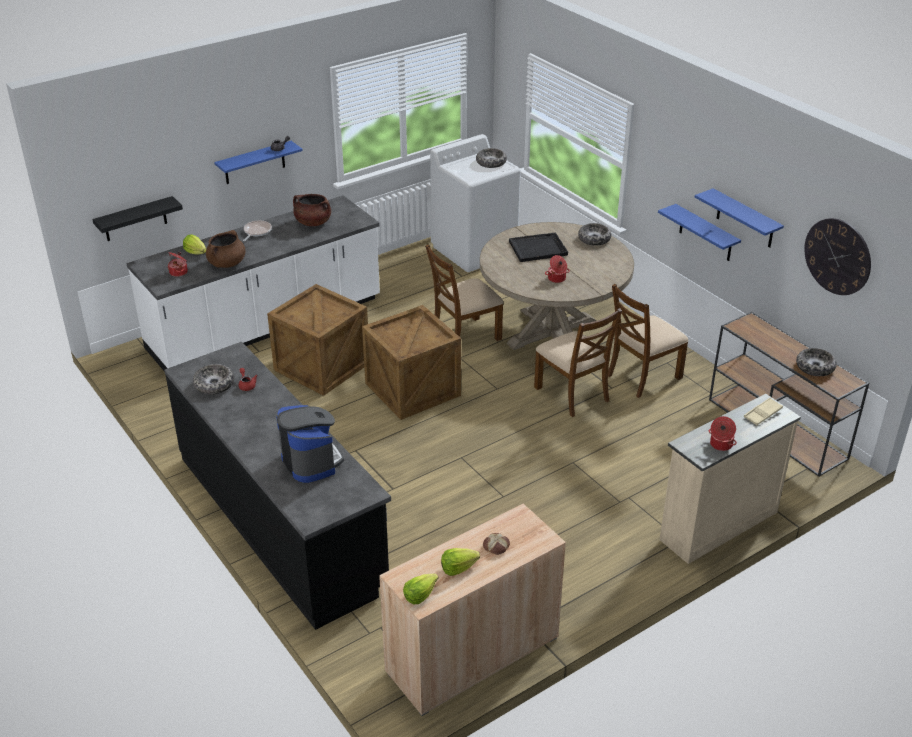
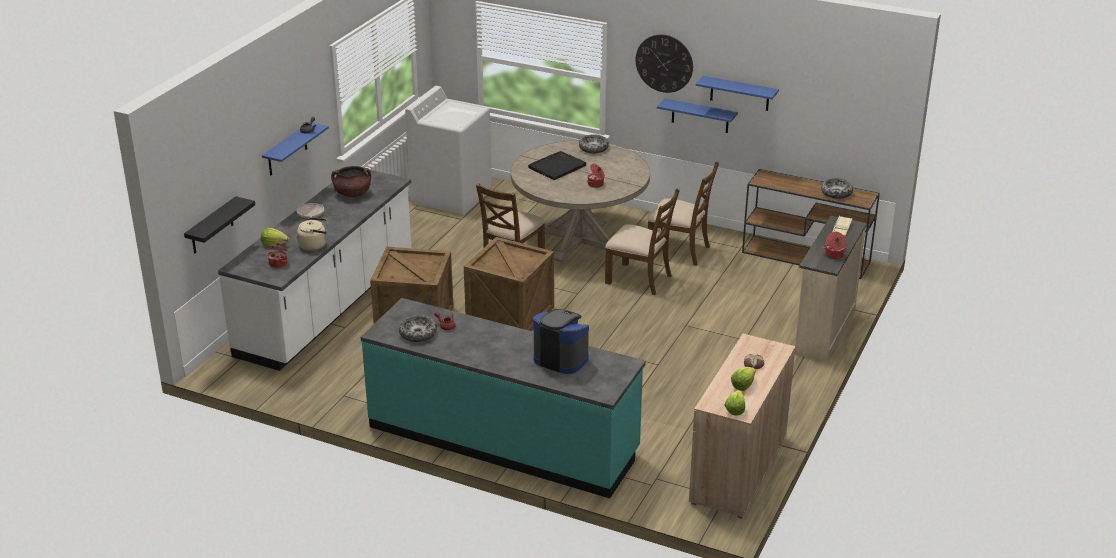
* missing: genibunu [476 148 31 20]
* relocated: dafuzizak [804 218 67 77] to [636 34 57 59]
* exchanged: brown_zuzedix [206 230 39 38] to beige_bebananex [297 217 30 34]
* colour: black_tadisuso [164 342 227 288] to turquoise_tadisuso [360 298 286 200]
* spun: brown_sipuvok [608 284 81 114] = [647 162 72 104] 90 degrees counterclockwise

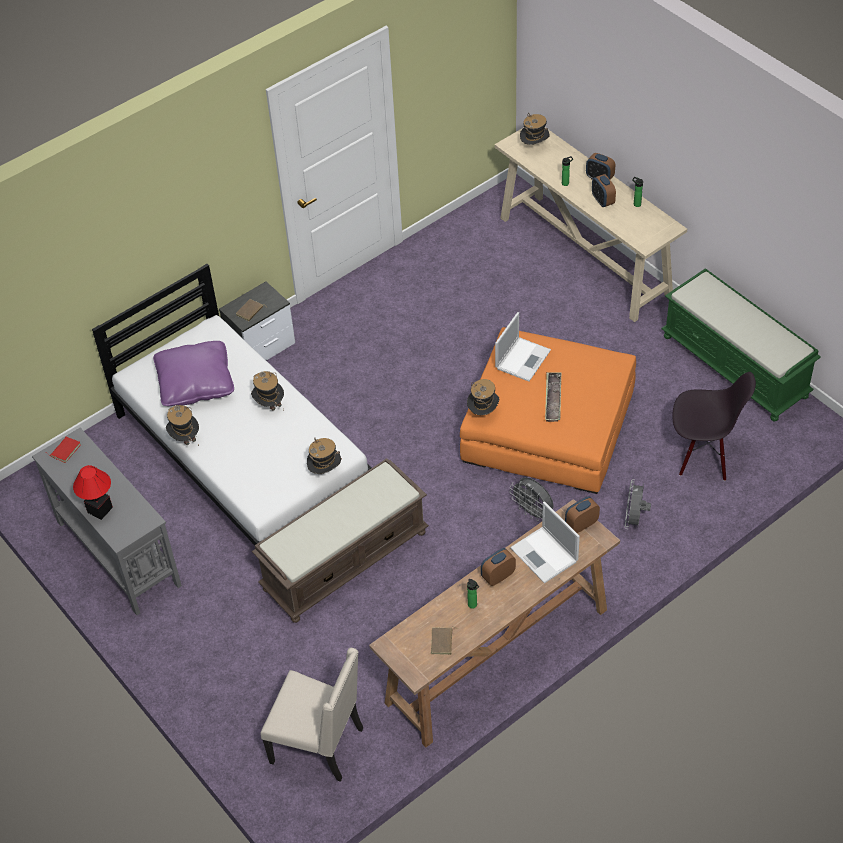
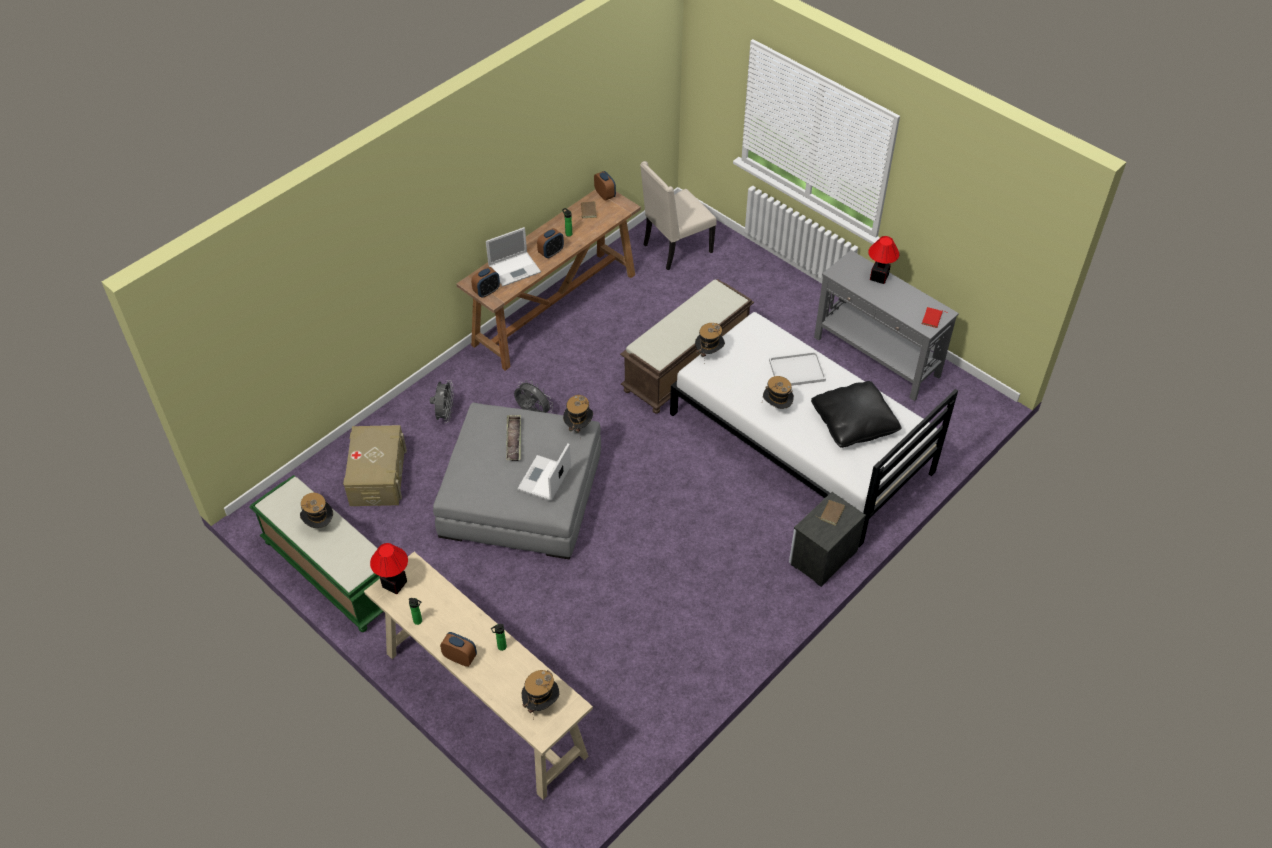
* appeared: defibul [370 543 38 51]
* appeared: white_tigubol [769 352 57 34]
* relocated: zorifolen [166 405 33 41] to [300 493 33 35]
* relocated: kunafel [592 174 24 33] to [594 171 22 29]
* exchanged: black_sipuvok [672 372 84 109] to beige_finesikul [343 425 64 81]
* colour: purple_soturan [153 341 81 65] to black_soturan [811 381 90 67]
* colour: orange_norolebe [460 327 176 167] to grey_norolebe [433 403 168 156]
* spun: beige_sipuvok [261 648 102 134] = [640 161 76 109] 45 degrees counterclockwise
* spun: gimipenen [510 502 70 81] = [486 227 55 59] 105 degrees clockwise

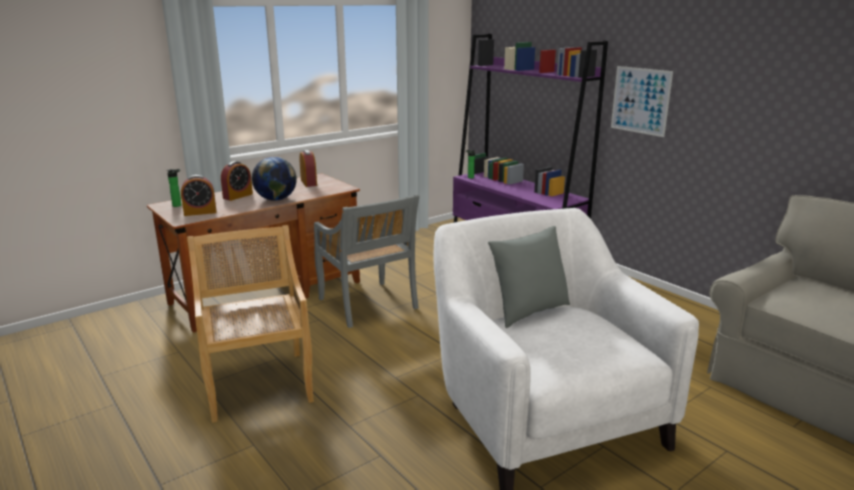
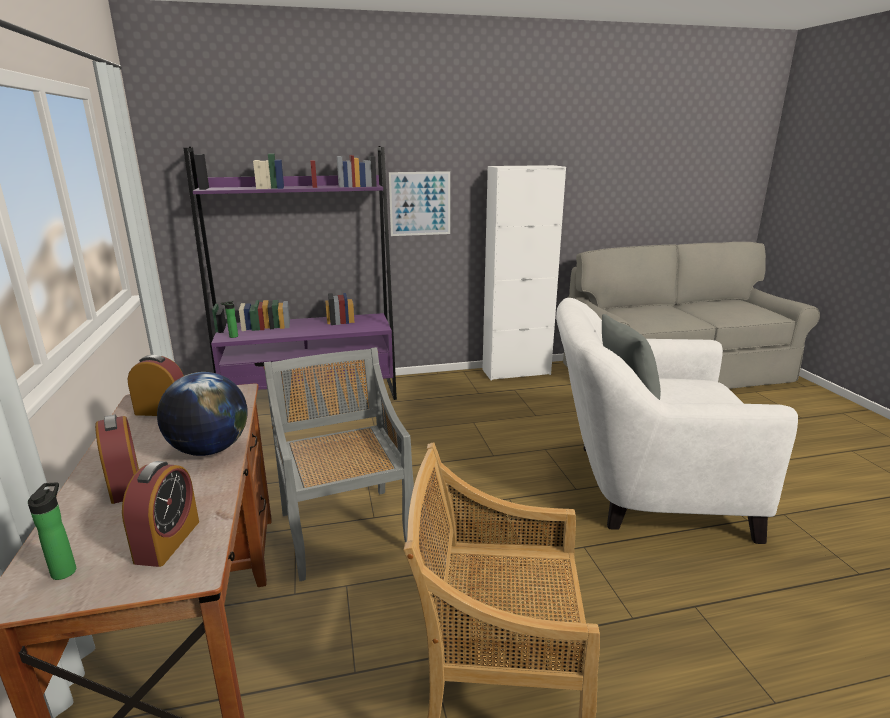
* appeared: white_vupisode [483 165 83 215]
* spun: grey_sipuvok [314 194 106 134] = [264 347 150 234] 105 degrees counterclockwise

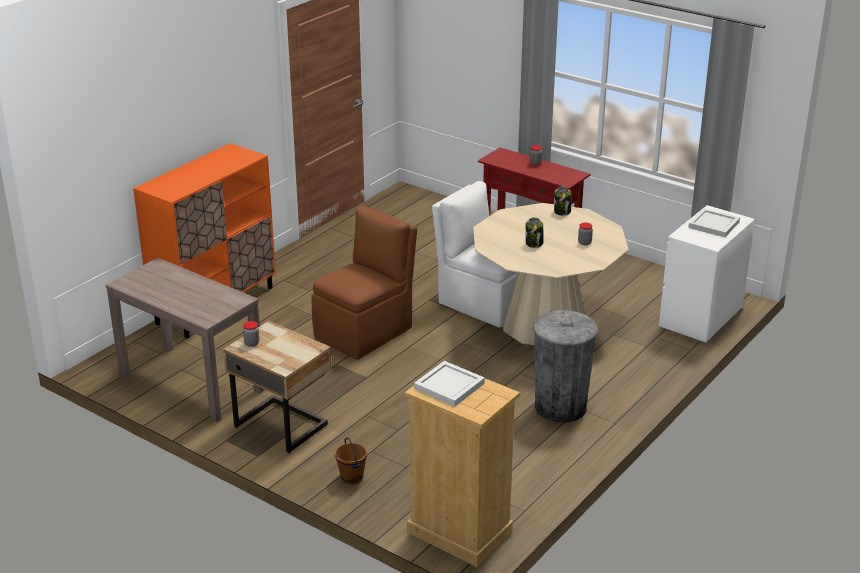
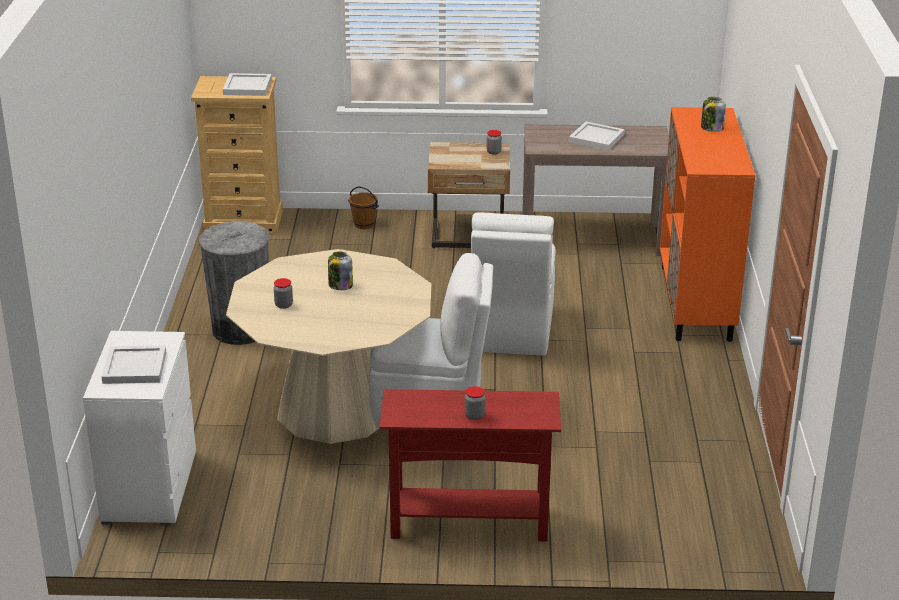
* appeared: white_tigubol [569 122 56 28]
* relocated: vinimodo [554 186 17 30] to [701 97 25 35]
* colour: brown_sipuvok [311 205 106 154] to white_sipuvok [471 212 85 144]

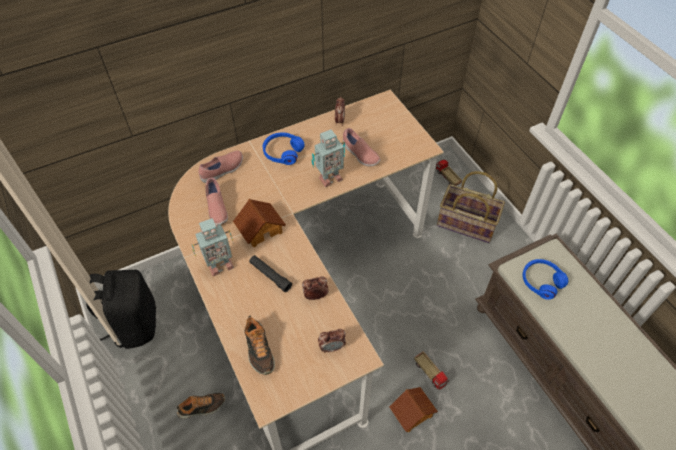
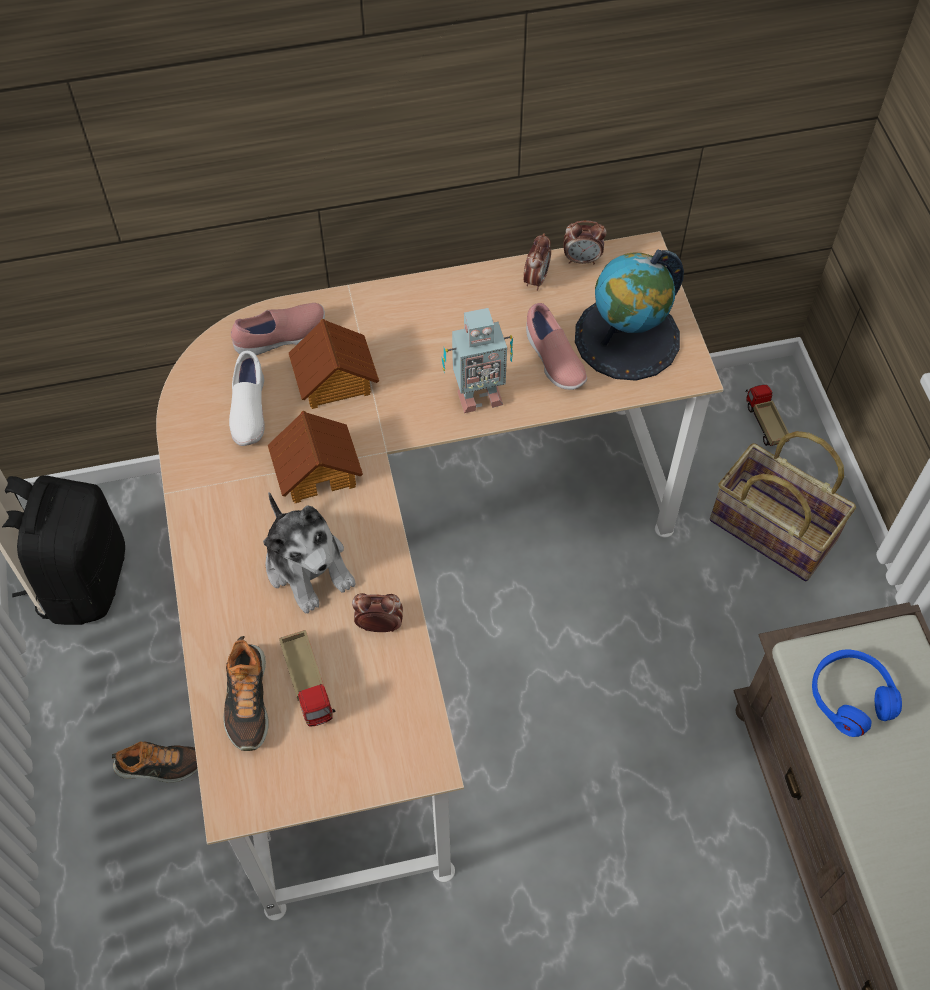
* missing: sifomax [192 218 42 58]
* missing: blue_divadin [263 132 42 33]
* appeared: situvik [575 250 109 131]
* relocated: kunafel [318 329 28 24] to [563 221 44 43]
* relocated: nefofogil [389 387 49 46] to [289 319 90 90]
* relocated: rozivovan [414 351 35 39] to [279 630 57 97]
* exchanged: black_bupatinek [249 255 43 37] to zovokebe [263 492 93 121]
* colour: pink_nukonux [206 178 22 47] to white_nukonux [229 351 36 95]

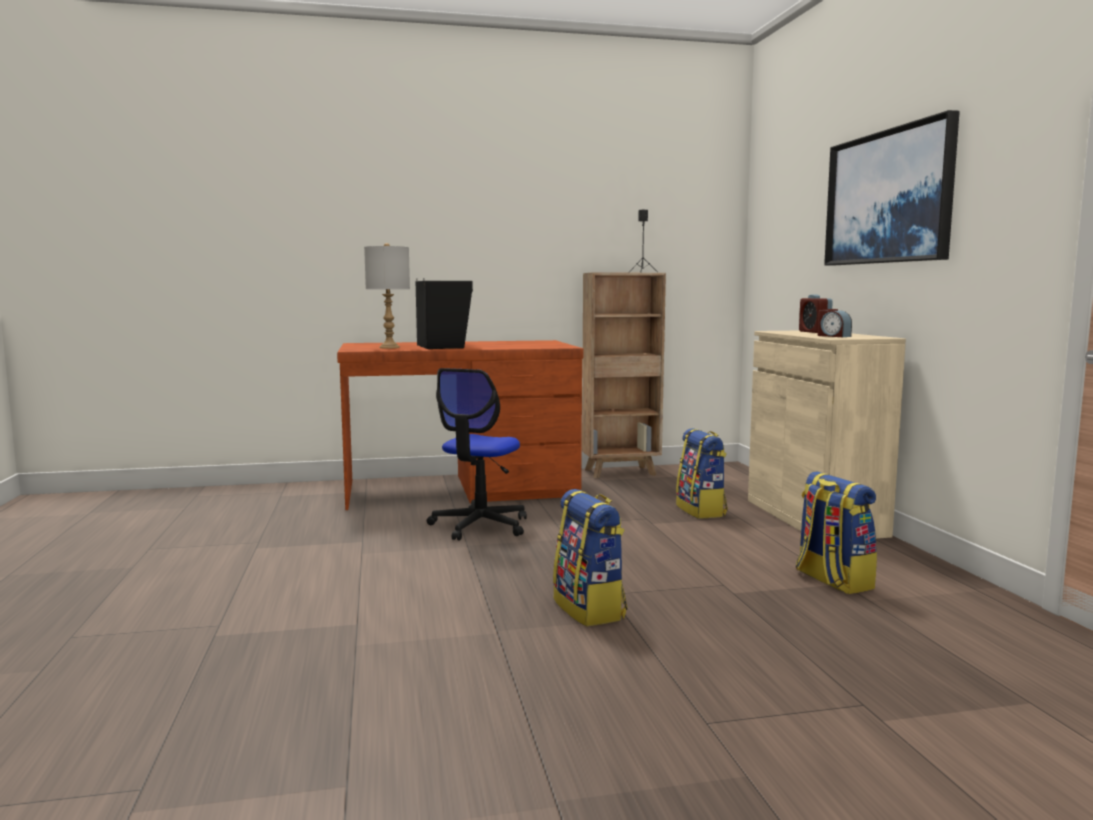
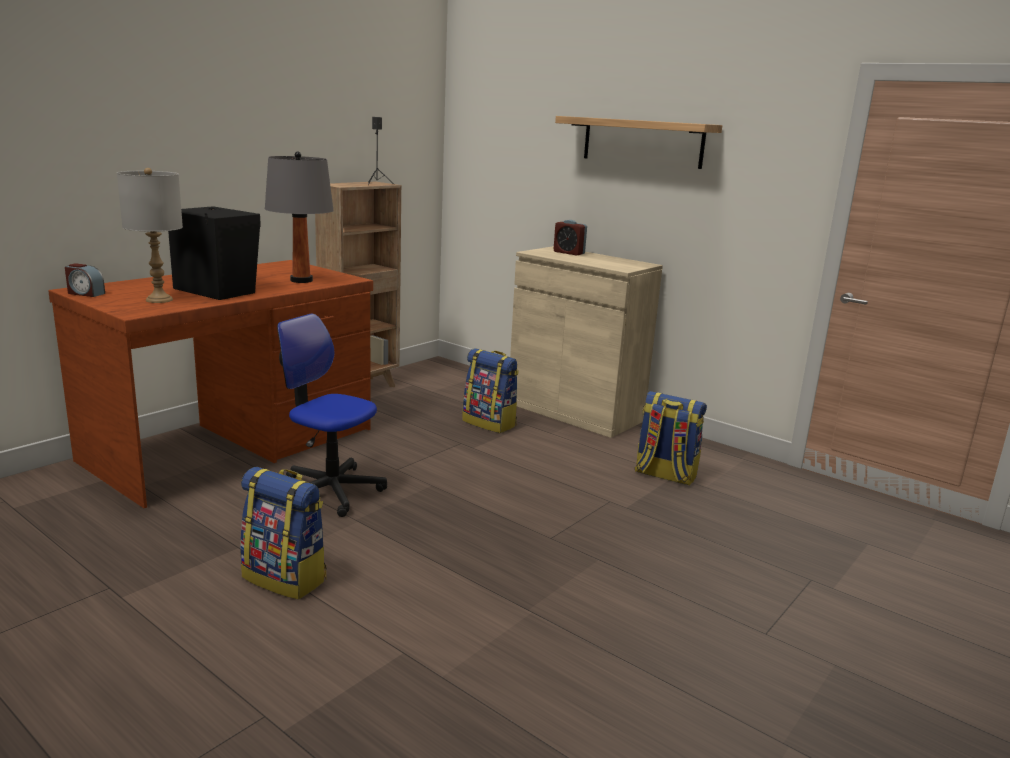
* appeared: grey_defibul [265 152 69 131]
* relocated: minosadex [553 489 75 138] to [240 467 87 133]
* relocated: kunafel [818 309 34 28] to [65 263 40 34]
* exchanged: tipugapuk [824 110 136 156] to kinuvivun [555 116 167 53]
* spun: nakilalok [427 368 100 172] = [277 314 110 203] 135 degrees clockwise

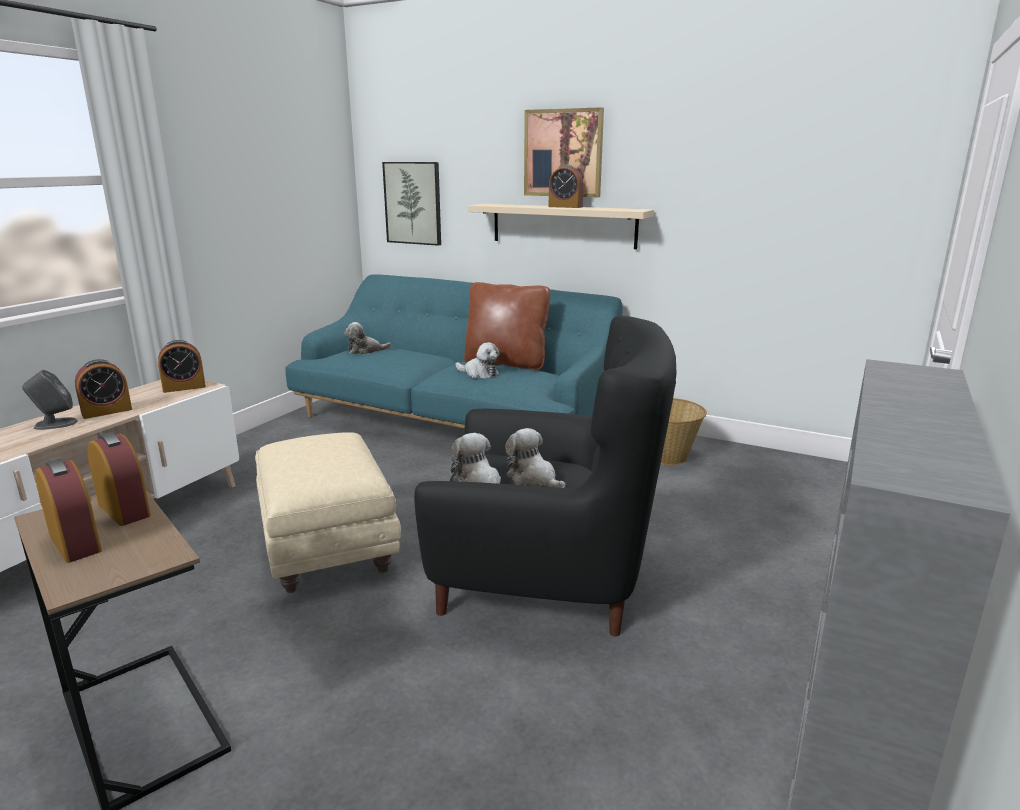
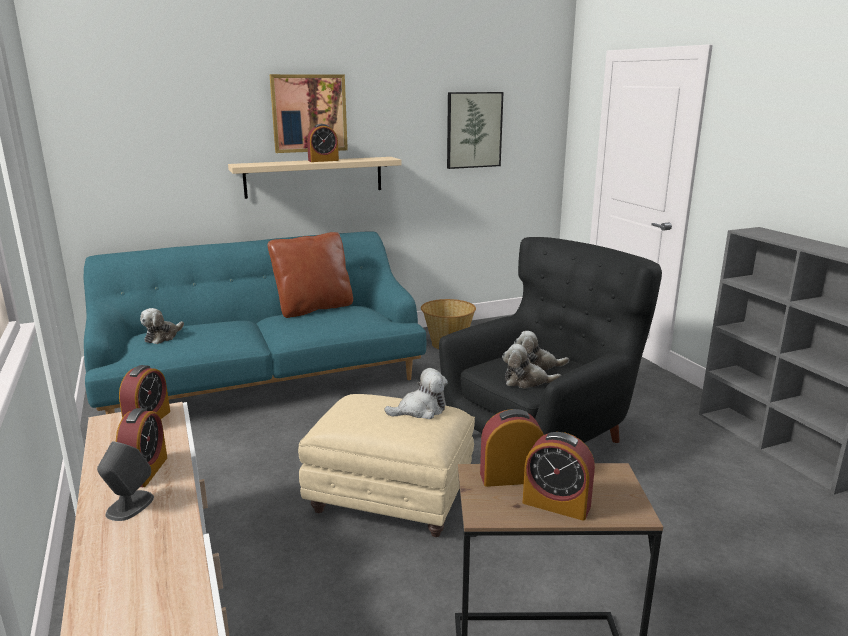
* relocated: tipugapuk [382 162 59 84] to [447 92 57 77]
* relocated: zovokebe [455 342 44 37] to [384 368 64 51]
* spun: kunafel [35 459 67 104] = [523 432 72 89] 150 degrees counterclockwise

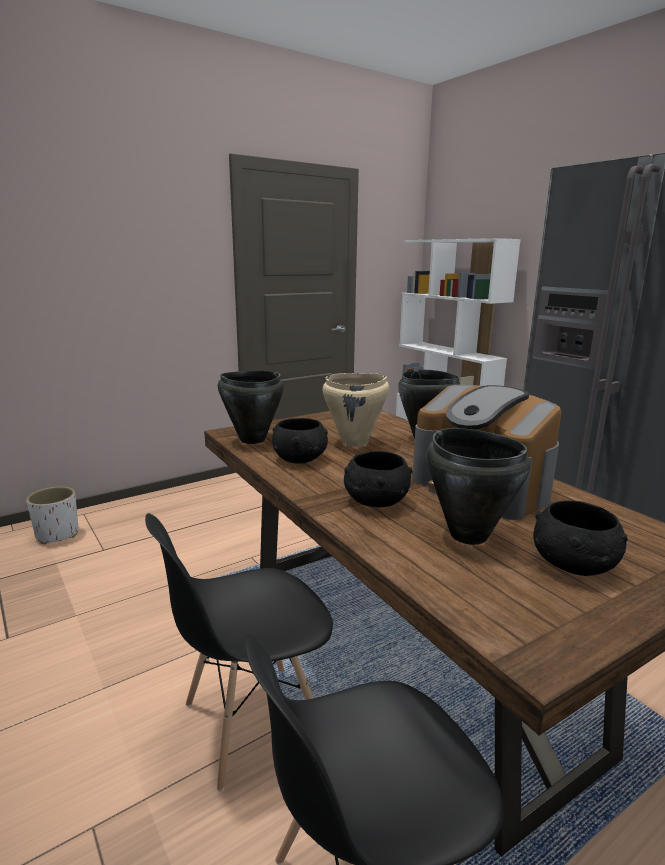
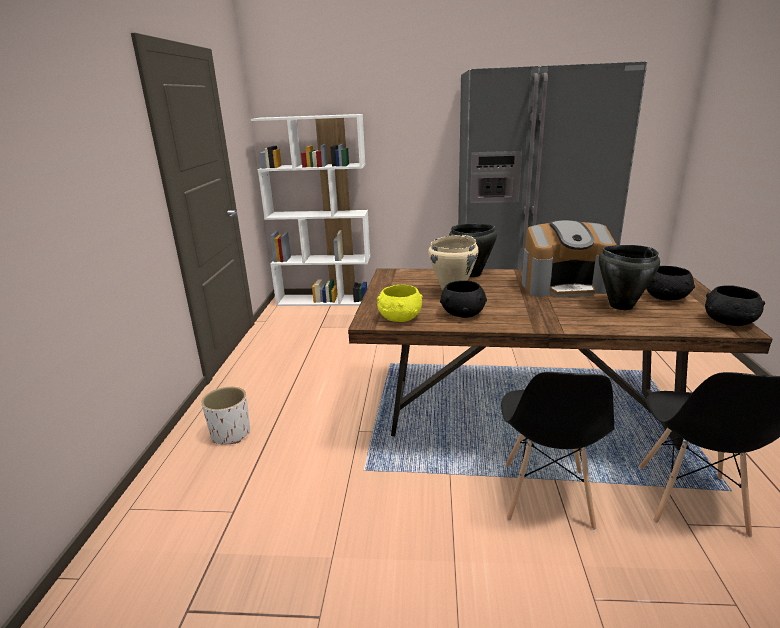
* relocated: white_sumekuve [26 486 53 58] to [201 387 49 58]
* relocated: black_genibunu [344 451 68 56] to [705 285 60 41]
* exchanged: black_zuzedix [218 371 66 73] to yellow_genibunu [377 285 46 37]

